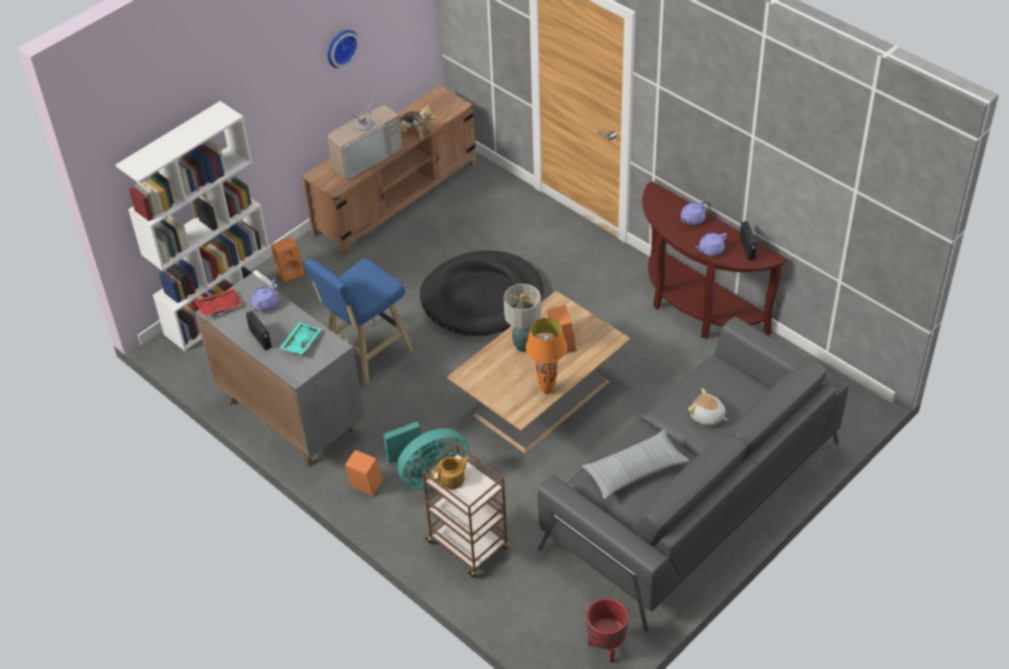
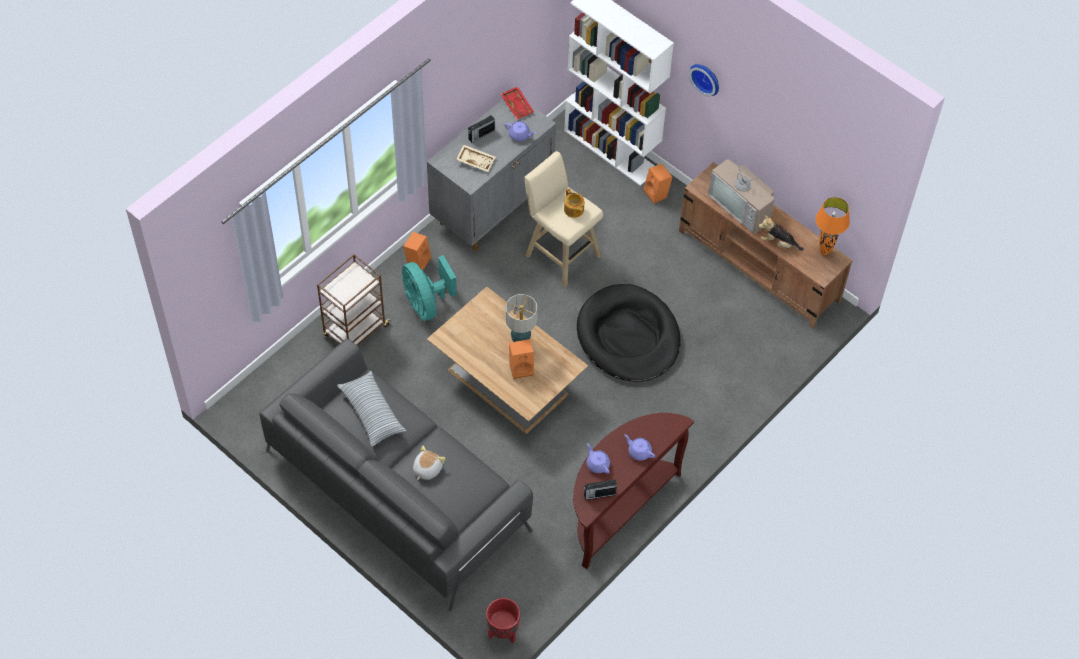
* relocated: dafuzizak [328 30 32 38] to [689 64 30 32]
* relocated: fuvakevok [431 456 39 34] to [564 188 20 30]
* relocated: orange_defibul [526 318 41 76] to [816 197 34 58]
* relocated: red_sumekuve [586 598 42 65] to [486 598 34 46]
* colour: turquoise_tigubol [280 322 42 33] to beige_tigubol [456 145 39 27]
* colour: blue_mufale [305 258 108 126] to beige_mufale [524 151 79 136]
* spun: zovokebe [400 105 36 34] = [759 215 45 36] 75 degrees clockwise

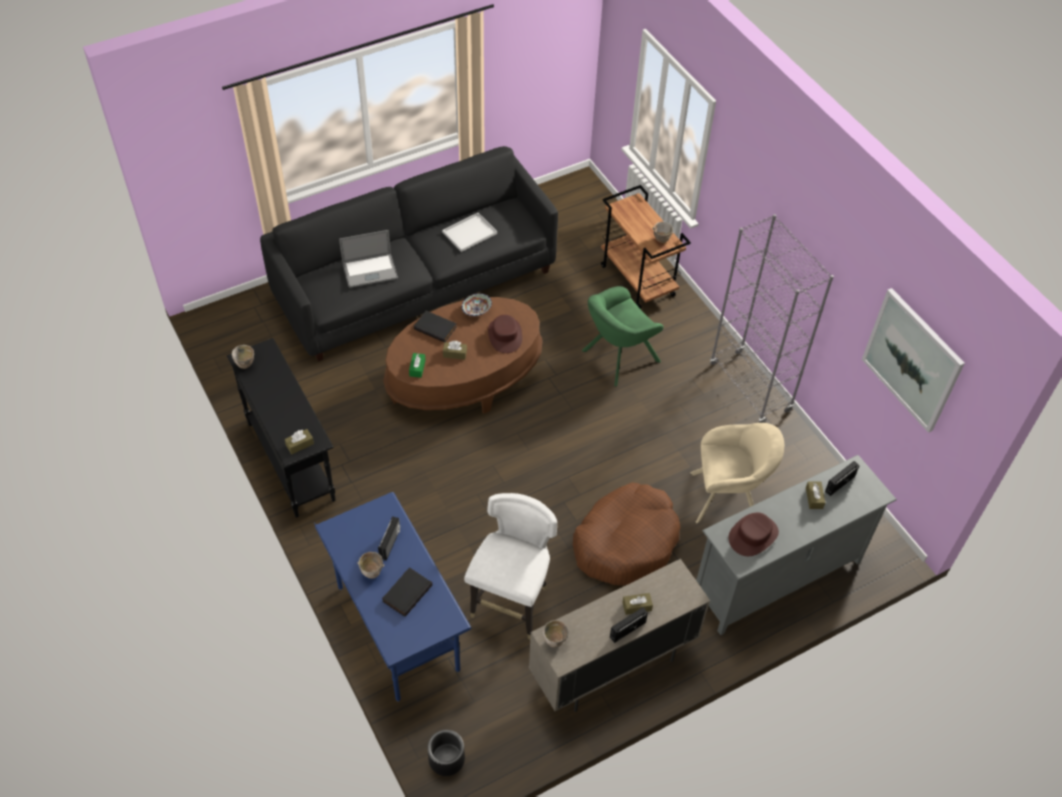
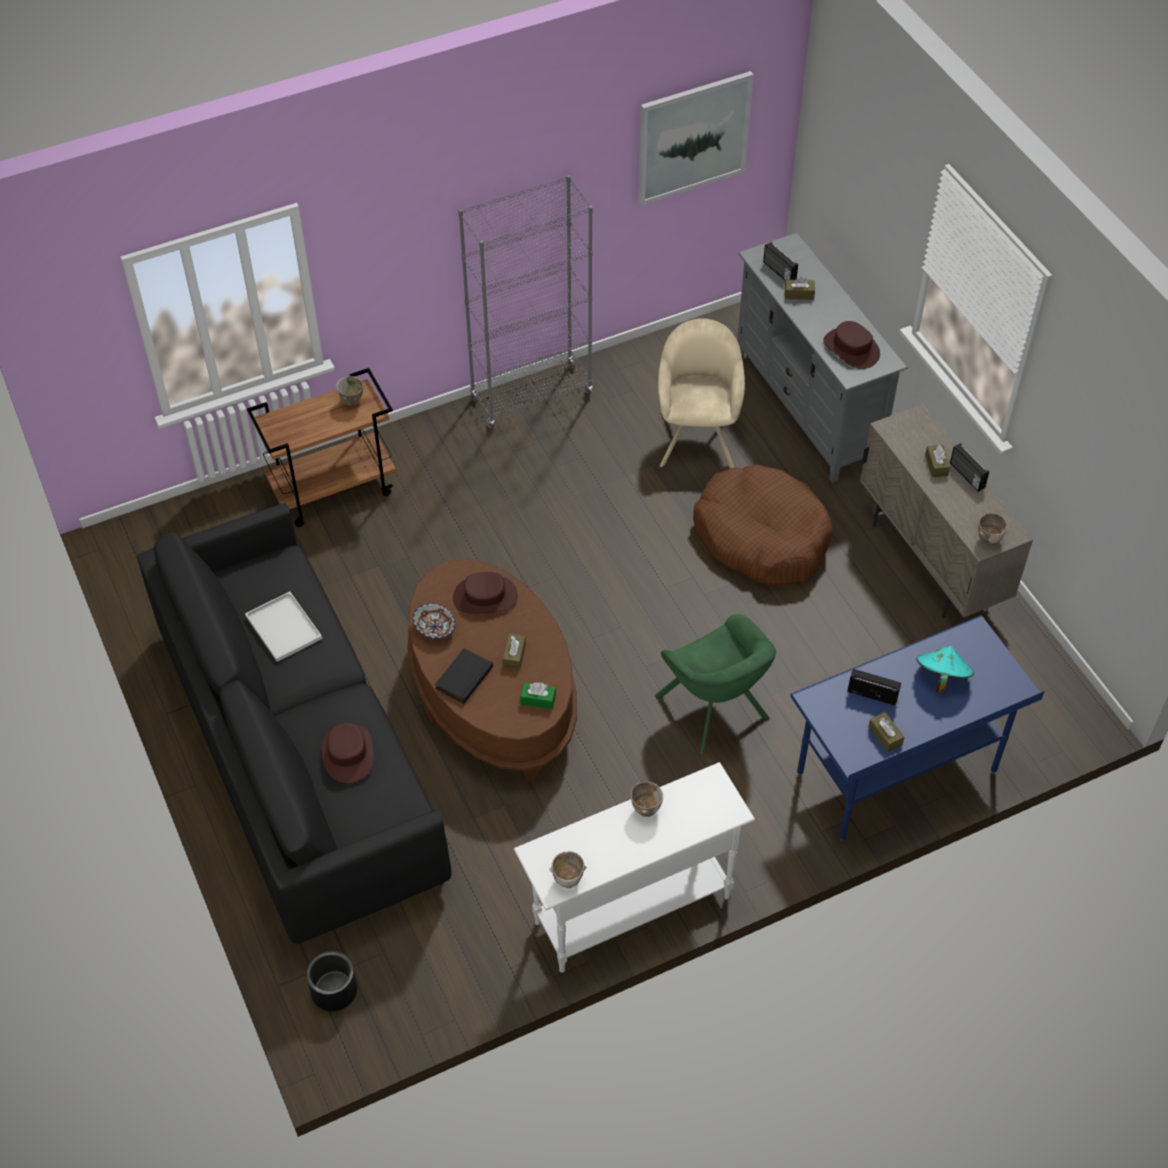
* missing: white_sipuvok [464 493 93 147]
* relocated: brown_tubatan [285 429 29 25] to [868 712 36 40]
* relocated: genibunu [357 552 27 27] to [631 781 32 36]
* relocated: black_sumekuve [428 730 37 46] to [306 951 52 60]
* relocated: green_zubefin [582 286 82 101] to [655 614 121 141]
* exchanged: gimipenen [339 230 59 58] to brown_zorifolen [322 723 52 60]
* exchanged: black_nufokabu [382 567 51 50] to turquoise_zorifolen [917 645 57 48]
* colour: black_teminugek [227 338 108 179] to white_teminugek [514 762 241 211]

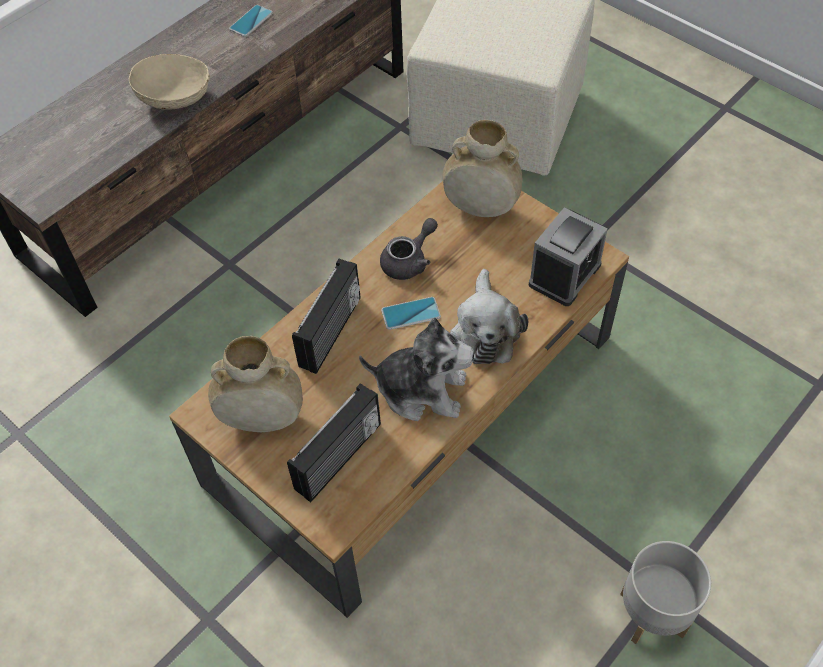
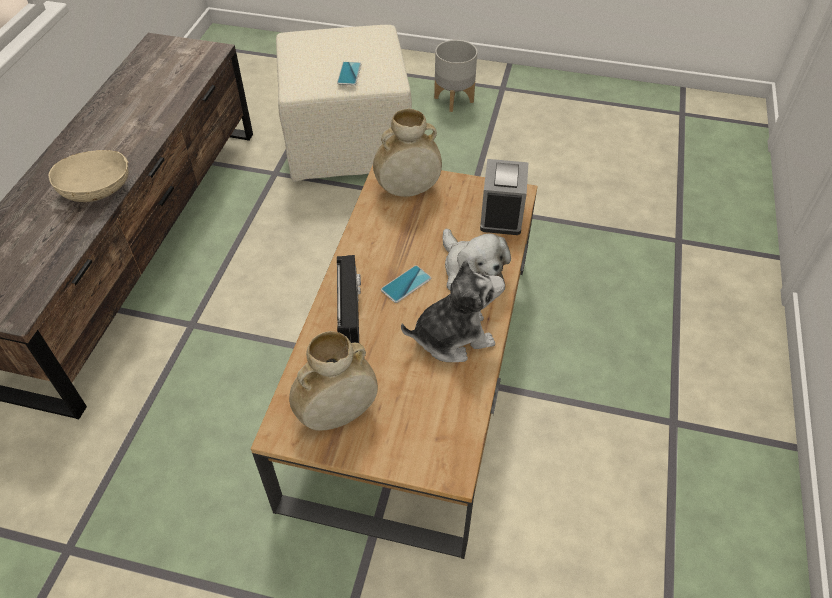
* missing: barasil [287 383 94 119]
* missing: grey_fuvakevok [380 218 58 62]
* relocated: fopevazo [229 5 44 32] to [337 62 24 24]
* relocated: grey_sumekuve [620 541 91 103] to [434 40 43 72]

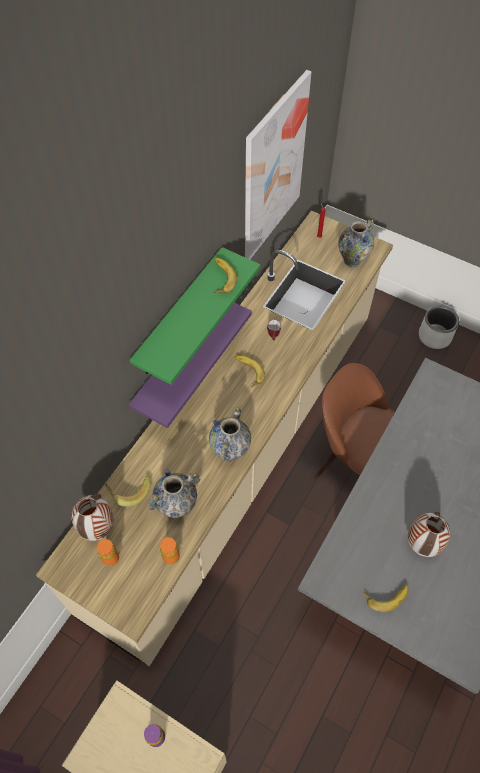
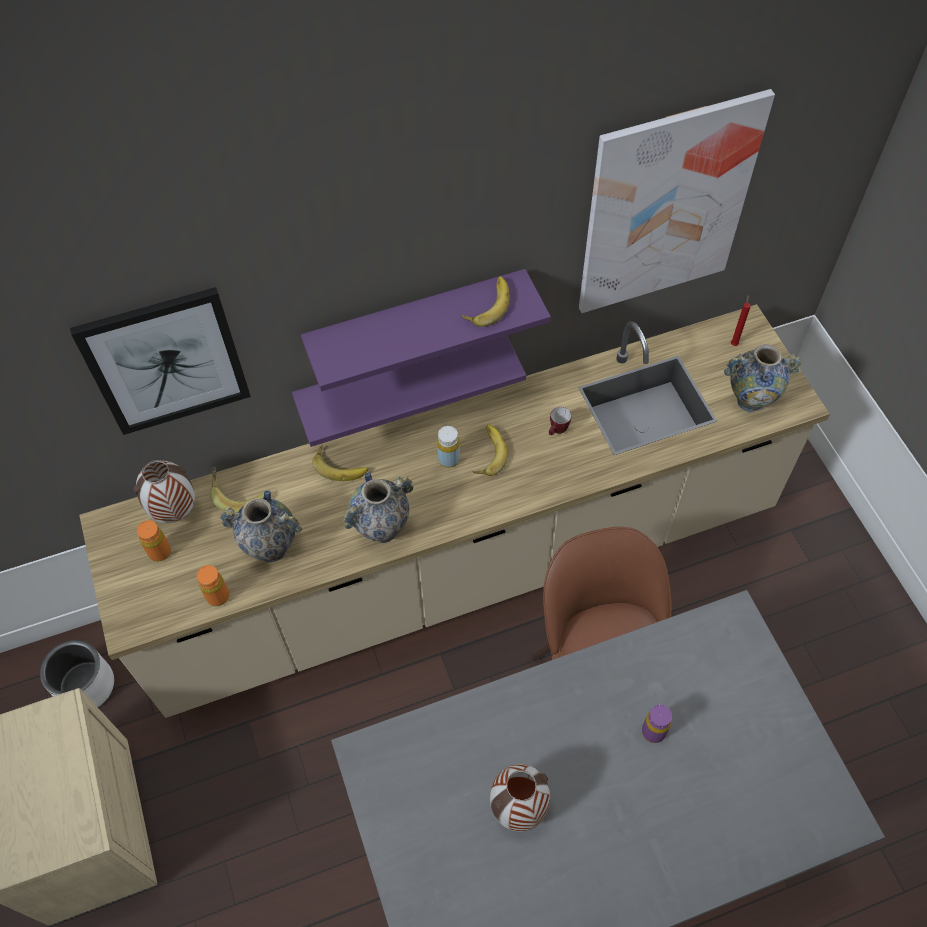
* appeared: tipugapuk [70 287 181 148]
* appeared: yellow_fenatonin [437 426 23 42]
* relocated: purple_fenatonin [144 724 21 23] to [642 705 30 38]
* relocated: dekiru [364 585 44 27] to [312 444 56 37]
* relocated: white_sumekuve [419 306 40 43] to [40 640 74 67]
* colour: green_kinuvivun [130 247 130 138] to purple_kinuvivun [301 269 250 122]

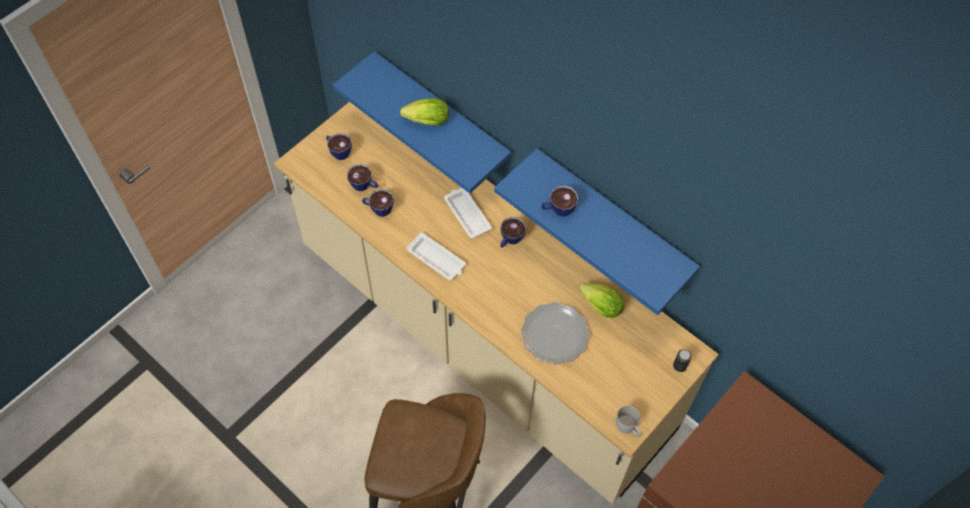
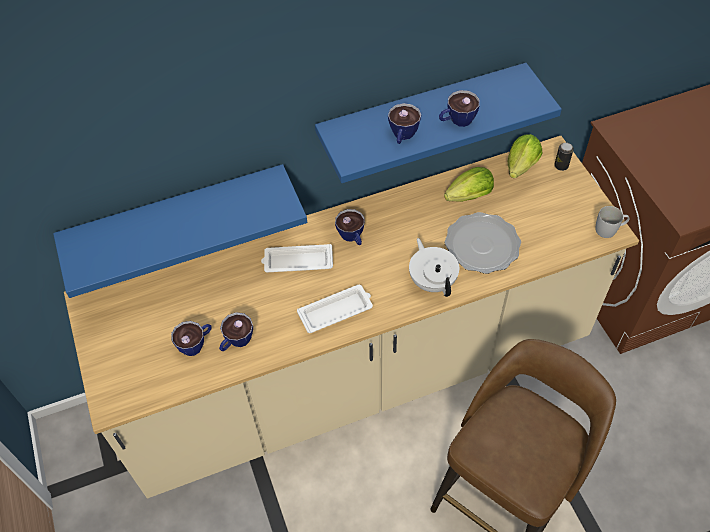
* appeared: white_fuvakevok [409 238 50 59]
* relocated: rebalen [326 133 26 27] to [439 90 41 37]
* relocated: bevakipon [400 98 49 27] to [508 134 35 44]

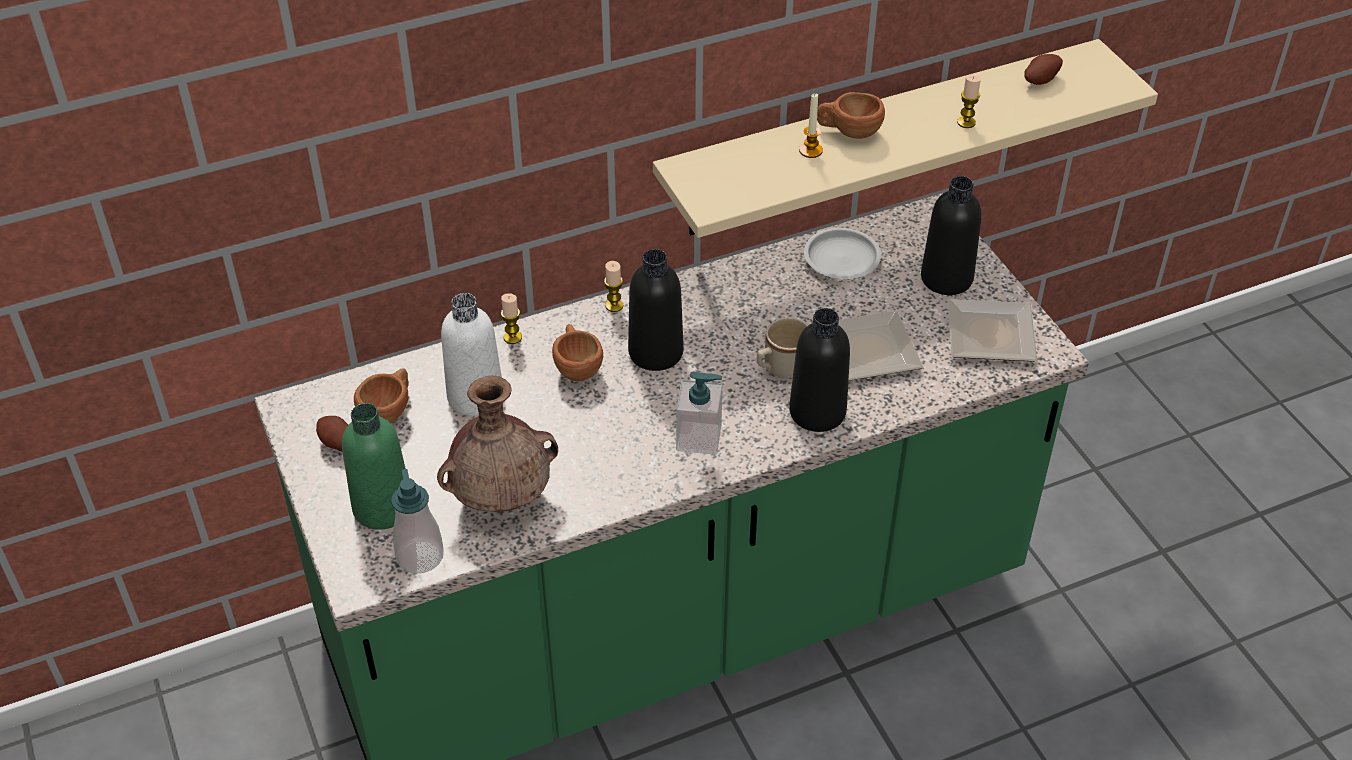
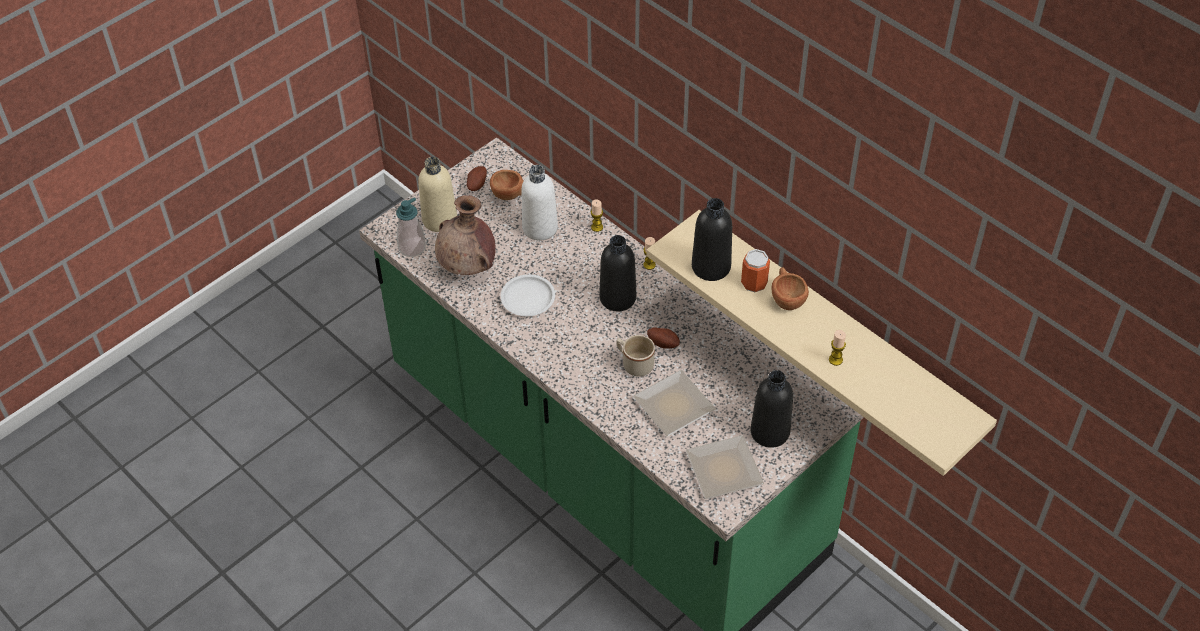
* missing: brown_rebalen [552 324 51 57]
* missing: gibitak [676 372 47 83]
* relocated: black_fenatonin [789 308 61 124] to [692 198 40 83]
* relocated: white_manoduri [804 228 77 51] to [501 274 54 42]
* relocated: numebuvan [1024 54 39 31] to [647 327 33 22]
* exchanged: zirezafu [799 93 24 65] to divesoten [741 249 29 43]
* colour: green_fenatonin [342 403 64 127] to beige_fenatonin [418 157 39 75]

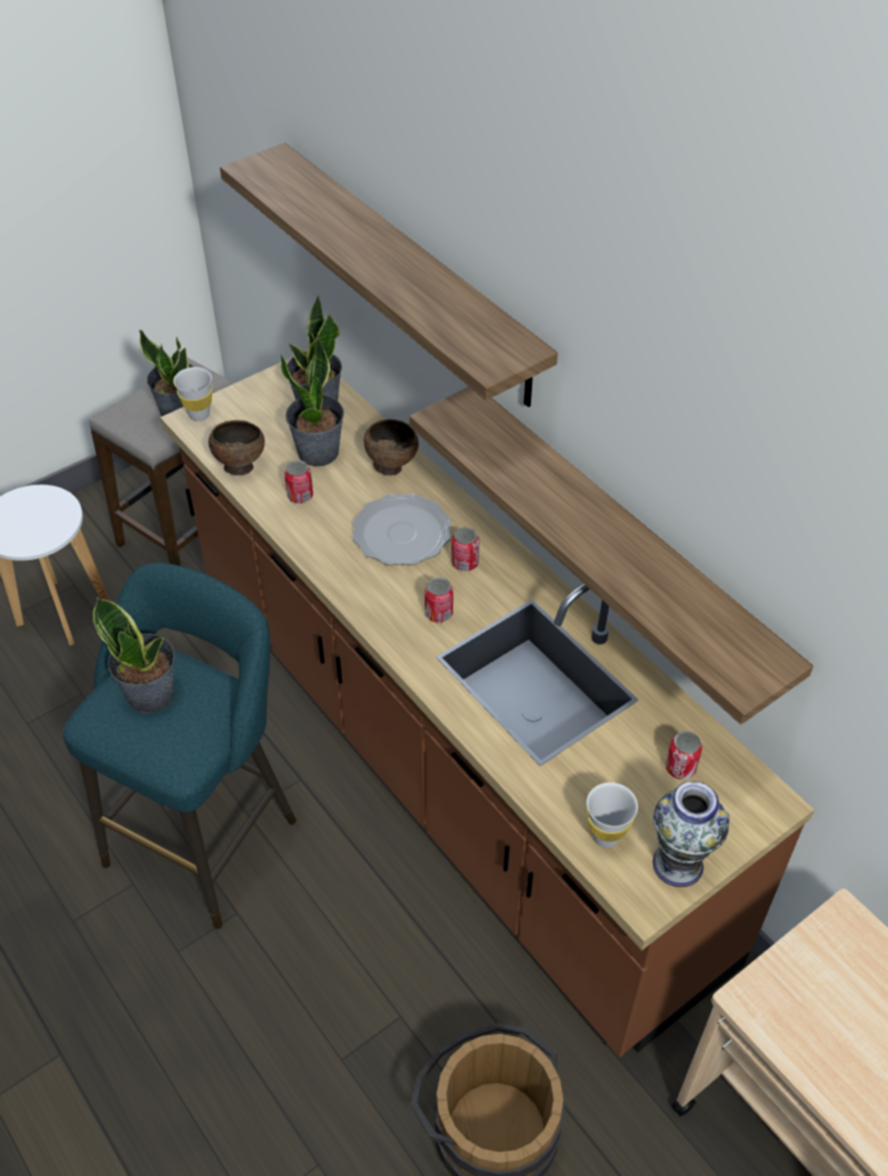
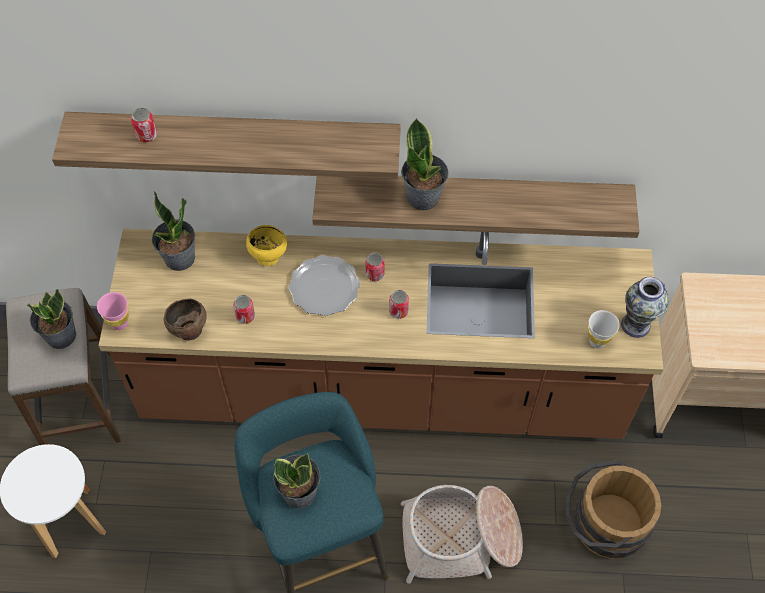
* appeared: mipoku [401 485 122 99]
* relocated: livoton [280 337 64 130] to [401 118 48 92]
* relocated: divesoten [665 731 37 49] to [131 108 26 34]
* colour: white_rebalen [173 367 39 54] to pink_rebalen [97 292 32 38]
* colour: brown_genibunu [364 419 55 57] to yellow_genibunu [246 225 41 41]

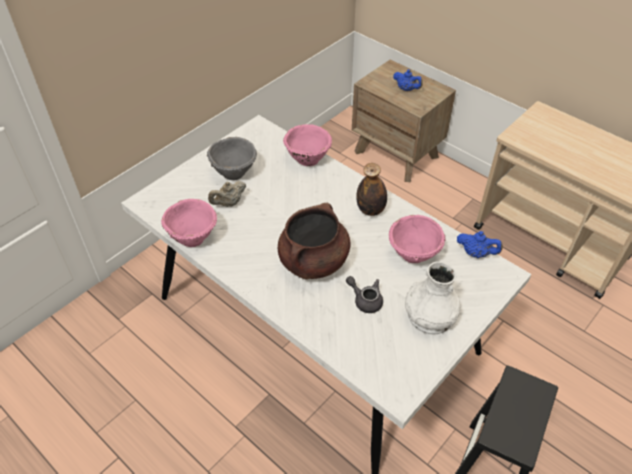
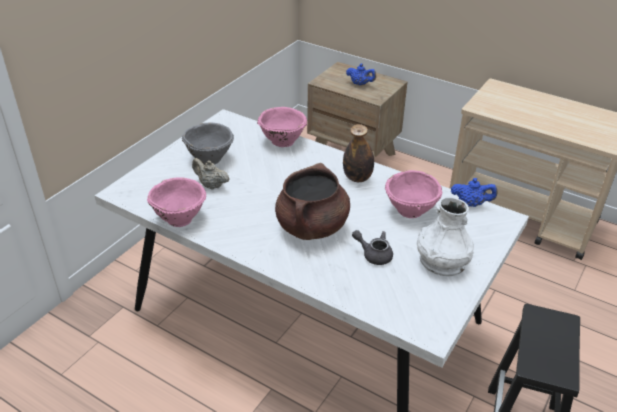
* spun: beige_fuvakevok [208 181 38 26] = [192 158 37 32] 75 degrees clockwise

